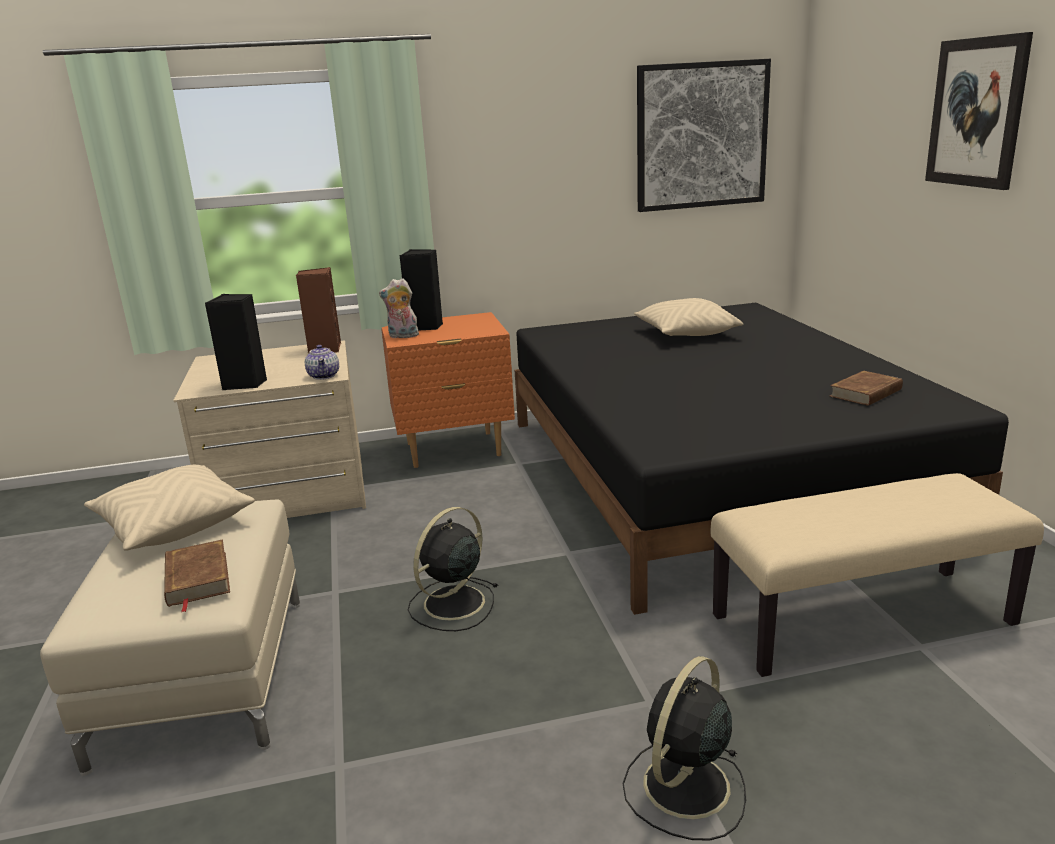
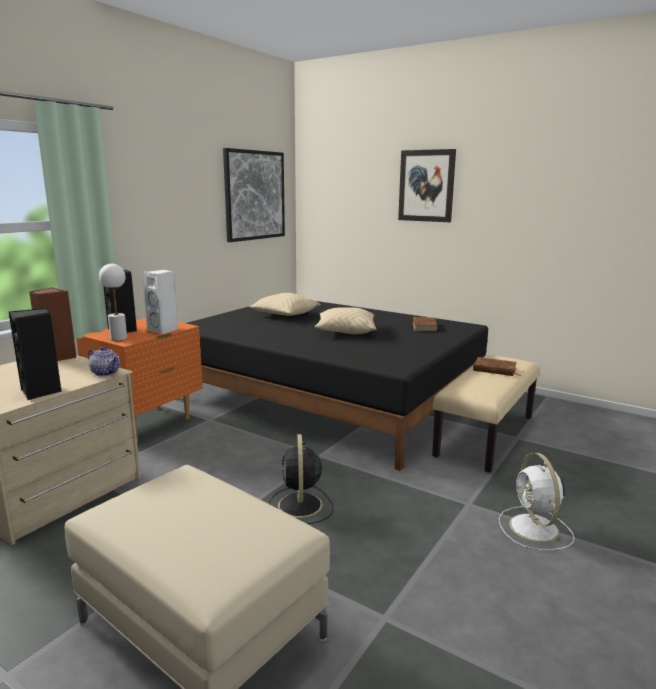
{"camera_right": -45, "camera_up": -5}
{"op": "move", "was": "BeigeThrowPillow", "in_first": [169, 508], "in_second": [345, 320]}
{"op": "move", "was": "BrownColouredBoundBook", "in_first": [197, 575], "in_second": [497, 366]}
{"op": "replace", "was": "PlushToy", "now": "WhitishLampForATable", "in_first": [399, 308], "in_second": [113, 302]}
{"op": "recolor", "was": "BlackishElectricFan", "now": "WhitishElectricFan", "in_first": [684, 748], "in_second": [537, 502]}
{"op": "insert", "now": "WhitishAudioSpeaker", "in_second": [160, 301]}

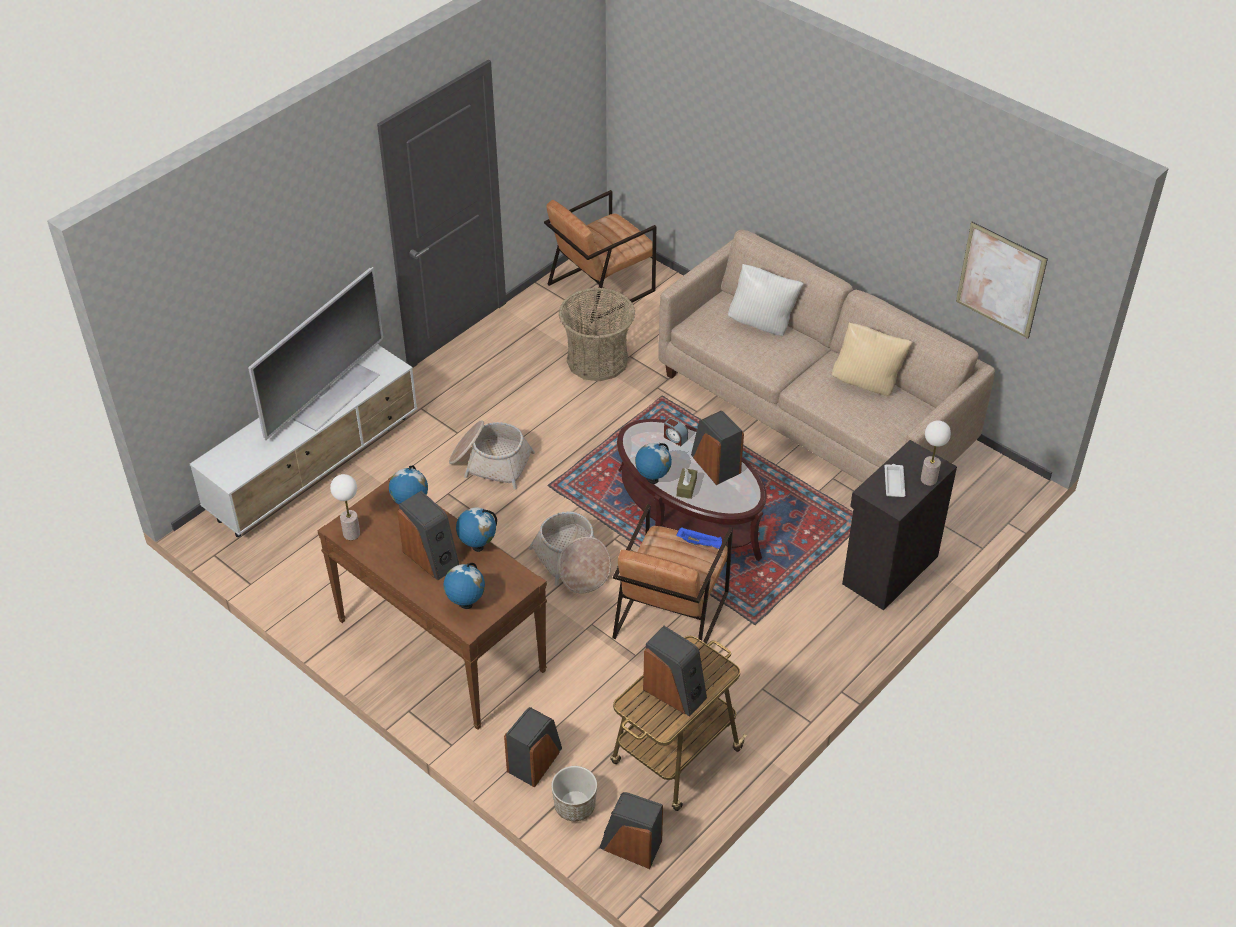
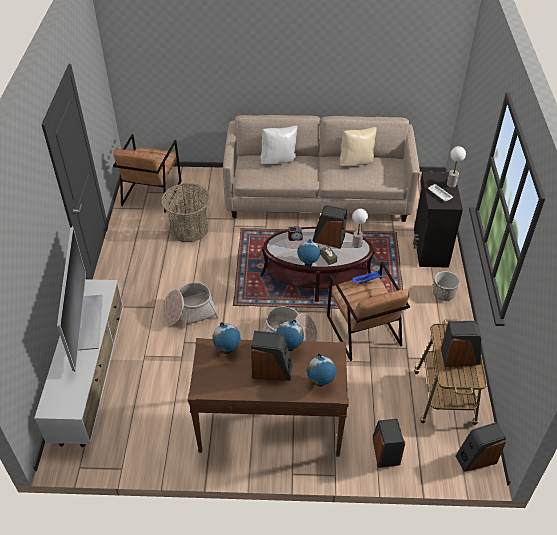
{"camera_right": -40, "camera_up": 0}
{"op": "move", "was": "LampForATable", "in_first": [345, 507], "in_second": [360, 228]}
{"op": "move", "was": "FlowerPot", "in_first": [574, 793], "in_second": [446, 286]}
{"op": "delete", "was": "WallArt", "in_first": [1002, 280]}

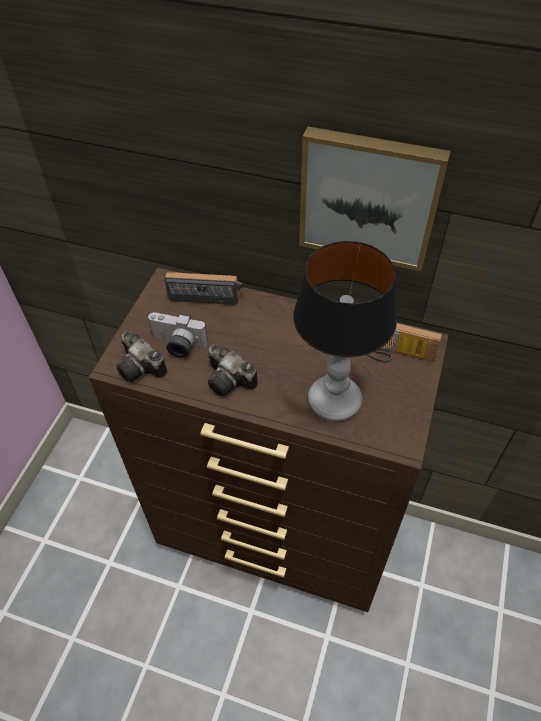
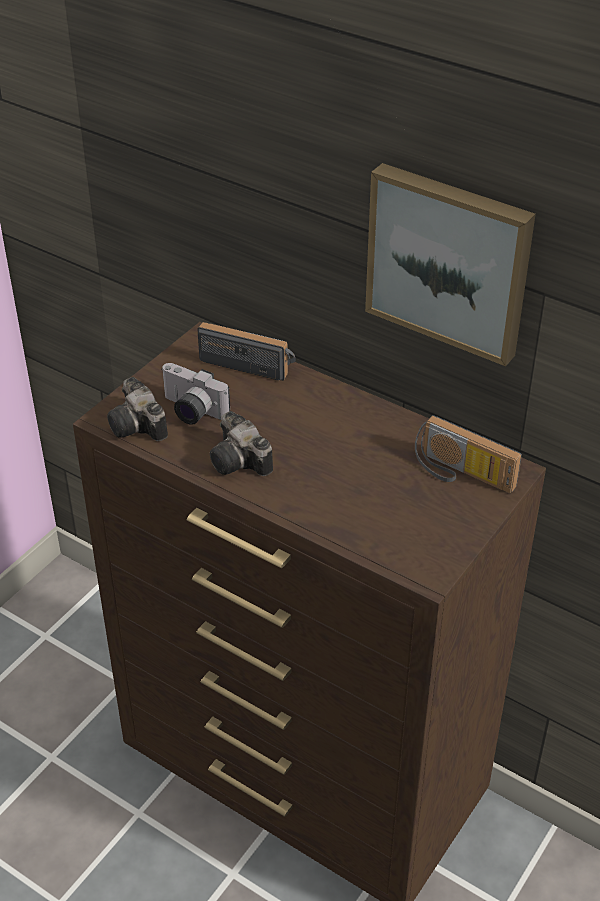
{"camera_right": 15, "camera_up": -10}
{"op": "delete", "was": "LampForATable", "in_first": [345, 331]}

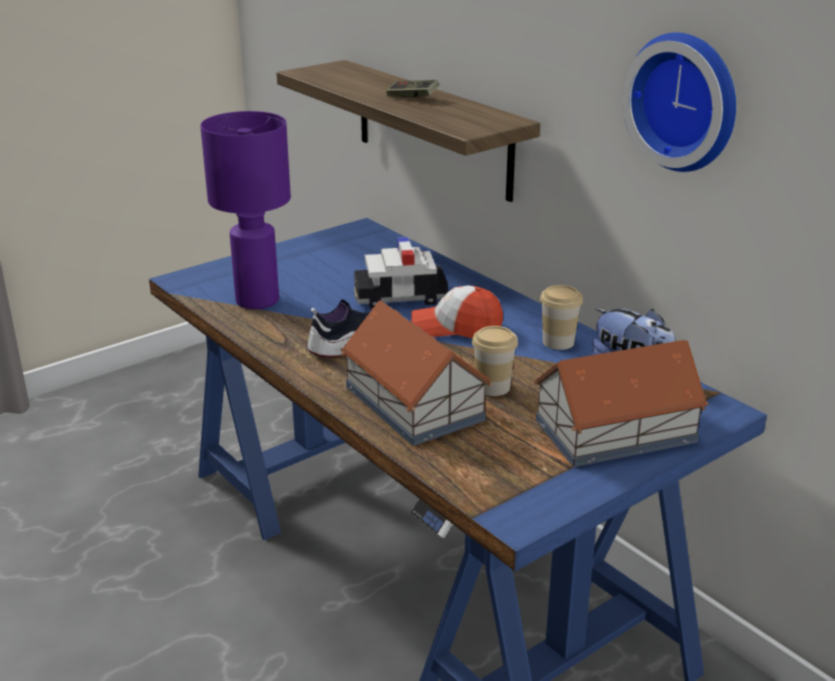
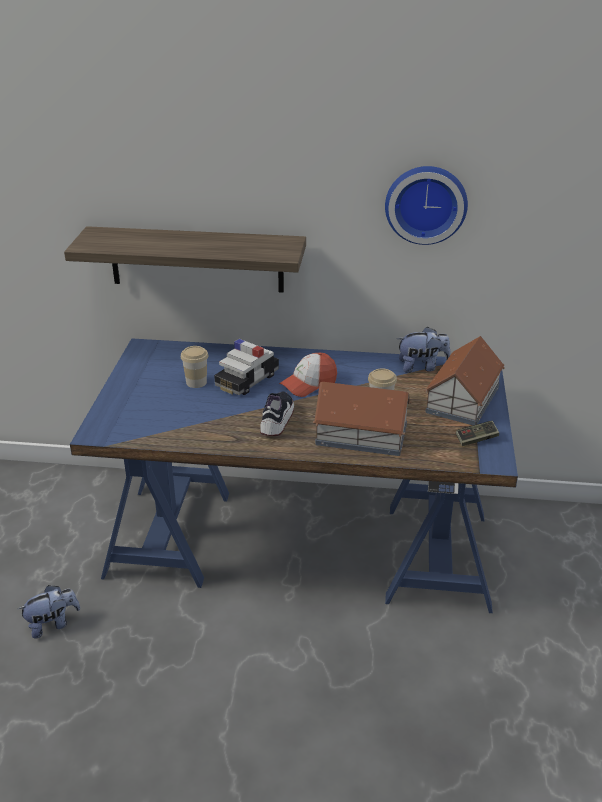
{"camera_right": -45, "camera_up": 5}
{"op": "delete", "was": "PurplishLampForATable", "in_first": [245, 210]}
{"op": "move", "was": "Joypad", "in_first": [412, 88], "in_second": [477, 433]}
{"op": "move", "was": "SmallCup", "in_first": [561, 317], "in_second": [194, 367]}
{"op": "insert", "now": "PlushToy", "in_second": [49, 612]}

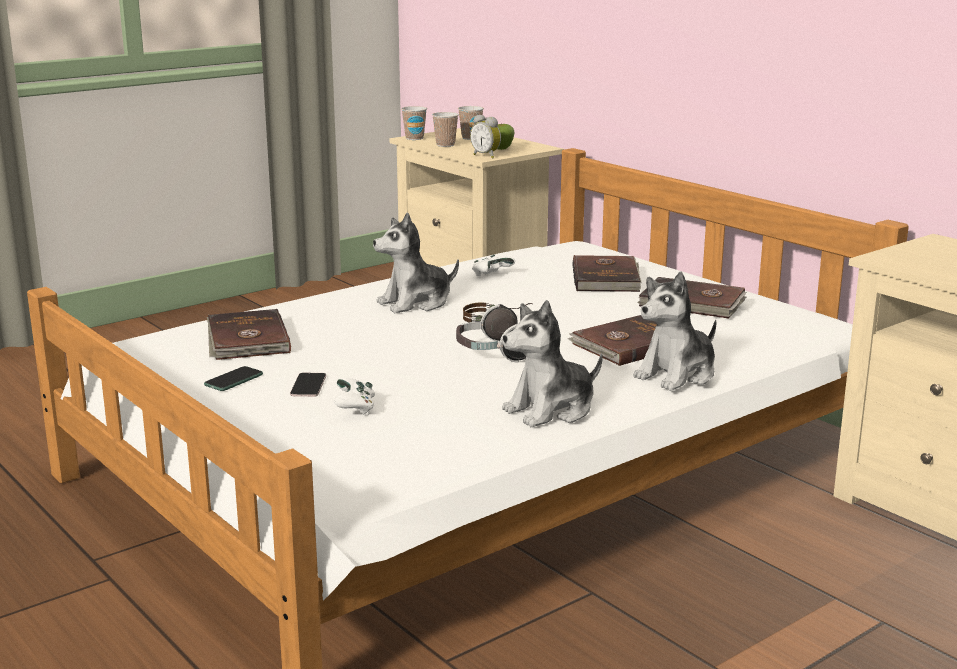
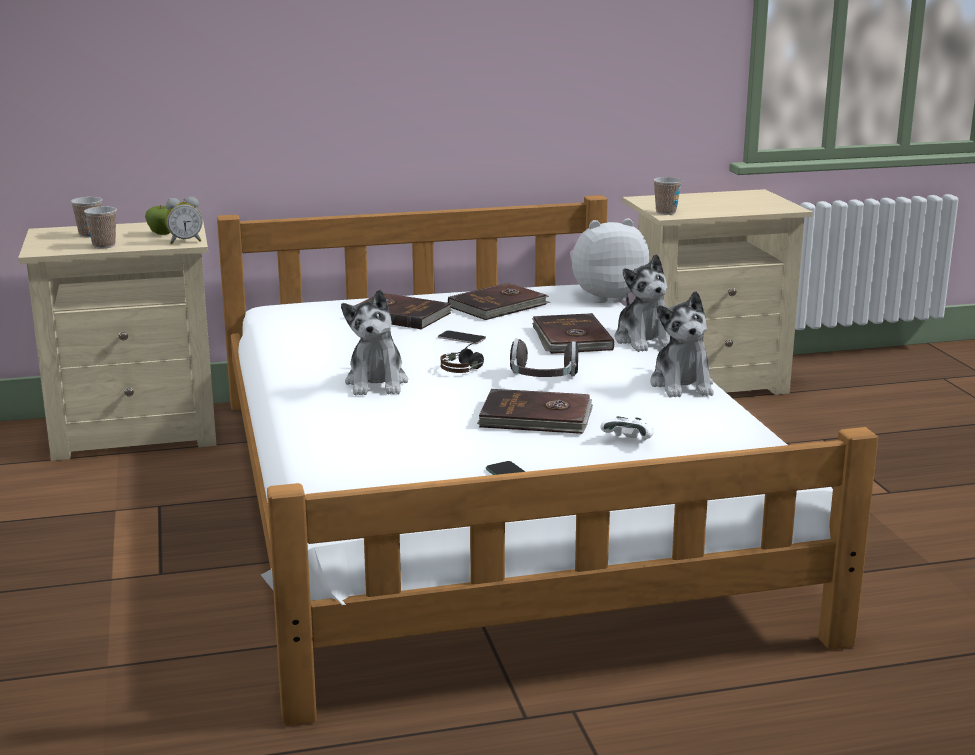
{"camera_right": -65, "camera_up": 0}
{"op": "move", "was": "BrownColouredBoundBook", "in_first": [249, 334], "in_second": [535, 411]}
{"op": "move", "was": "Handset", "in_first": [308, 385], "in_second": [462, 337]}
{"op": "move", "was": "SmallCup", "in_first": [414, 123], "in_second": [667, 196]}
{"op": "delete", "was": "WhitishJoypad", "in_first": [493, 265]}
{"op": "insert", "now": "PlushToy", "in_second": [609, 260]}

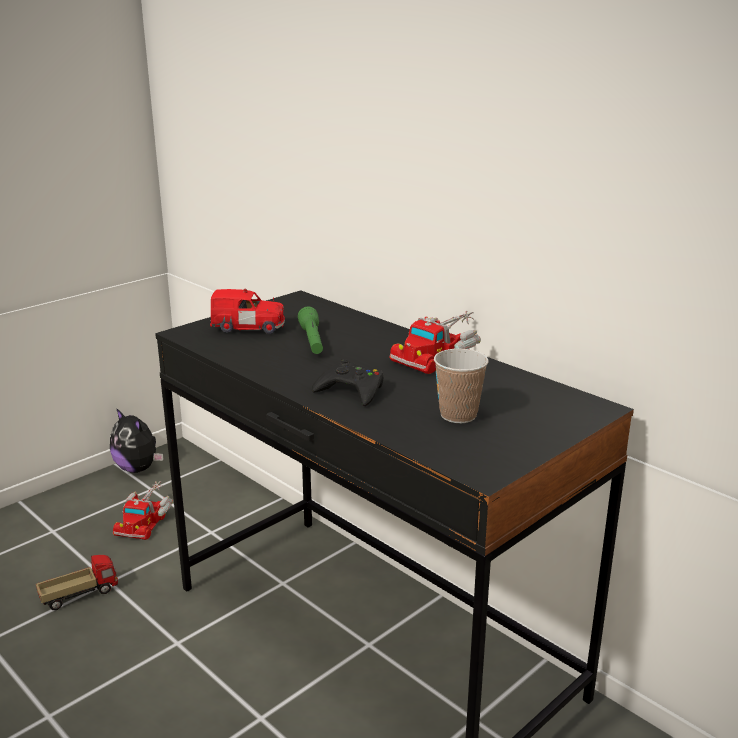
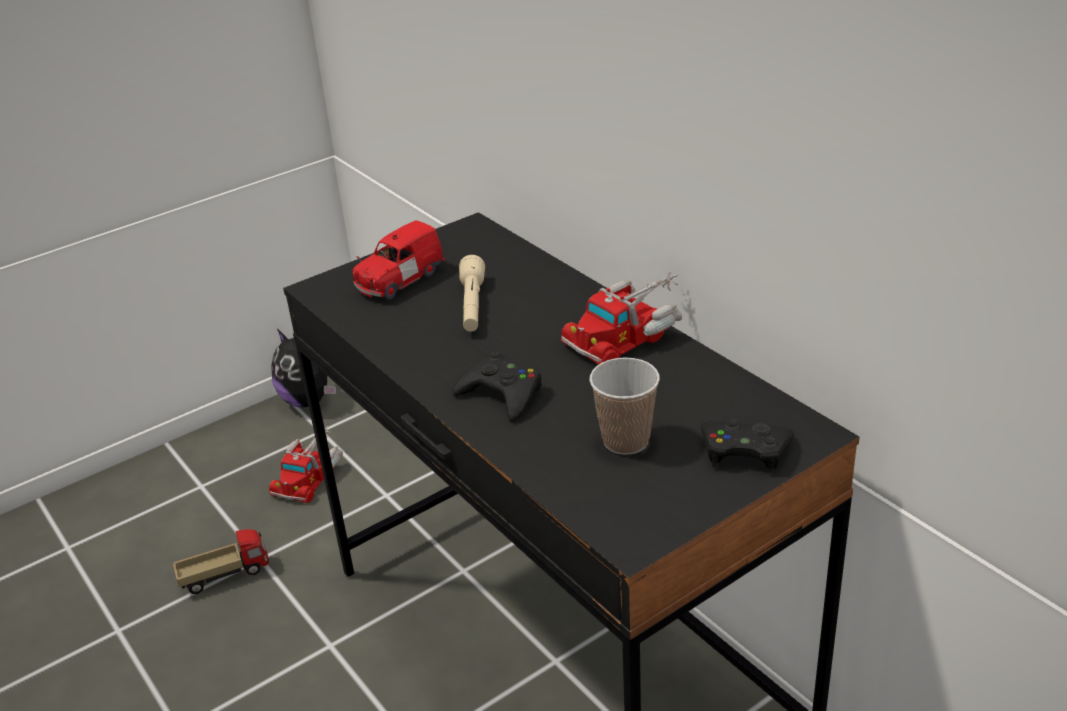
{"camera_right": 10, "camera_up": 10}
{"op": "rotate", "was": "RedToyCar", "in_first": [247, 311], "in_second": [398, 260], "clockwise": 120}
{"op": "recolor", "was": "GreenColouredHandTorch", "now": "BeigeHandTorch", "in_first": [310, 330], "in_second": [472, 293]}
{"op": "insert", "now": "BlackishJoypad", "in_second": [748, 446]}

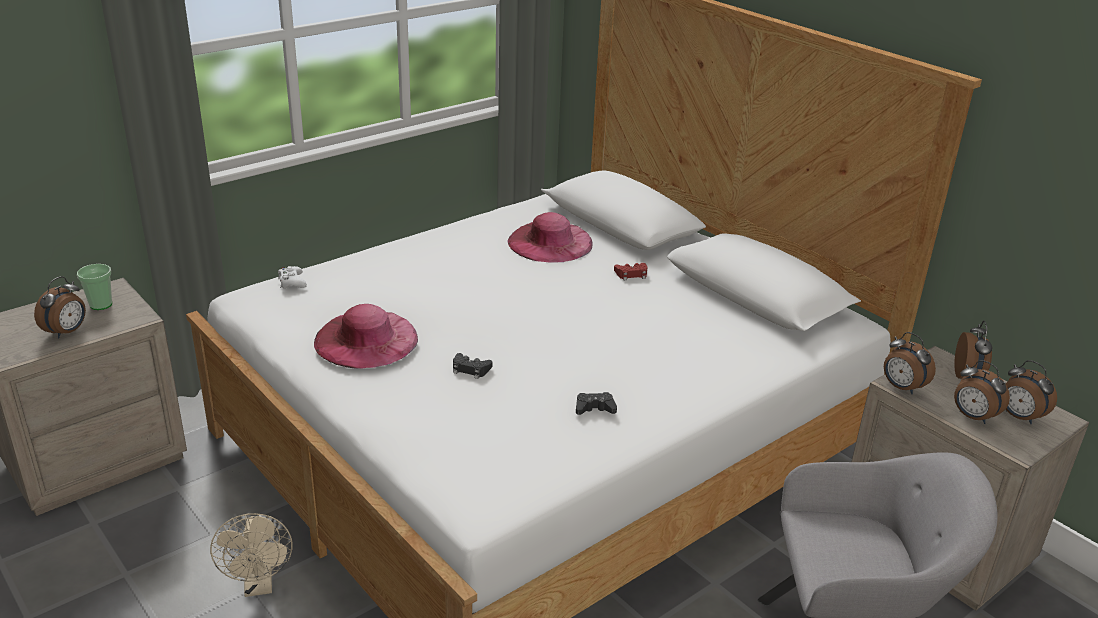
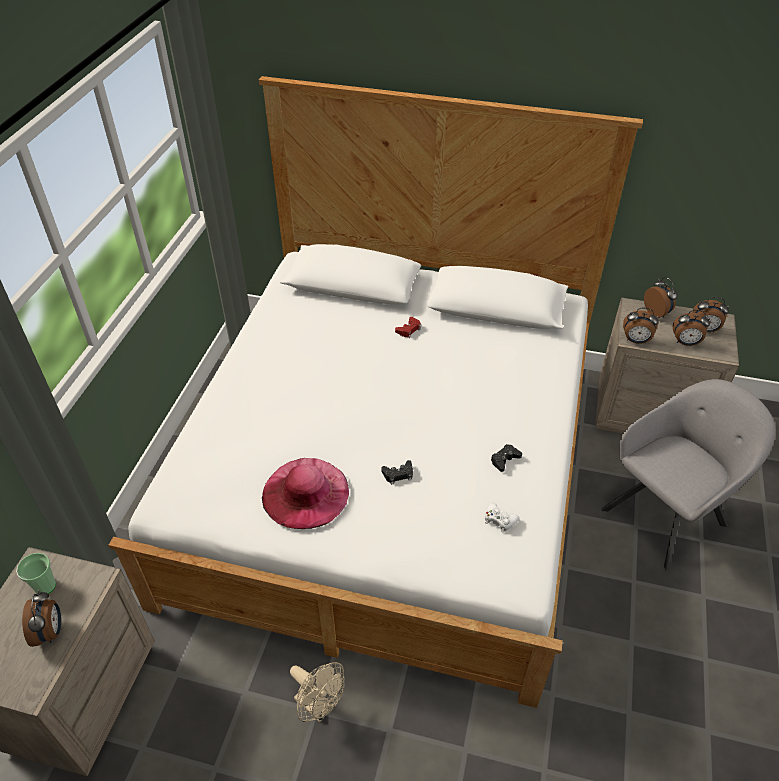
{"camera_right": -35, "camera_up": 15}
{"op": "move", "was": "WhitishJoypad", "in_first": [292, 277], "in_second": [502, 518]}
{"op": "delete", "was": "PinkishHat", "in_first": [550, 237]}

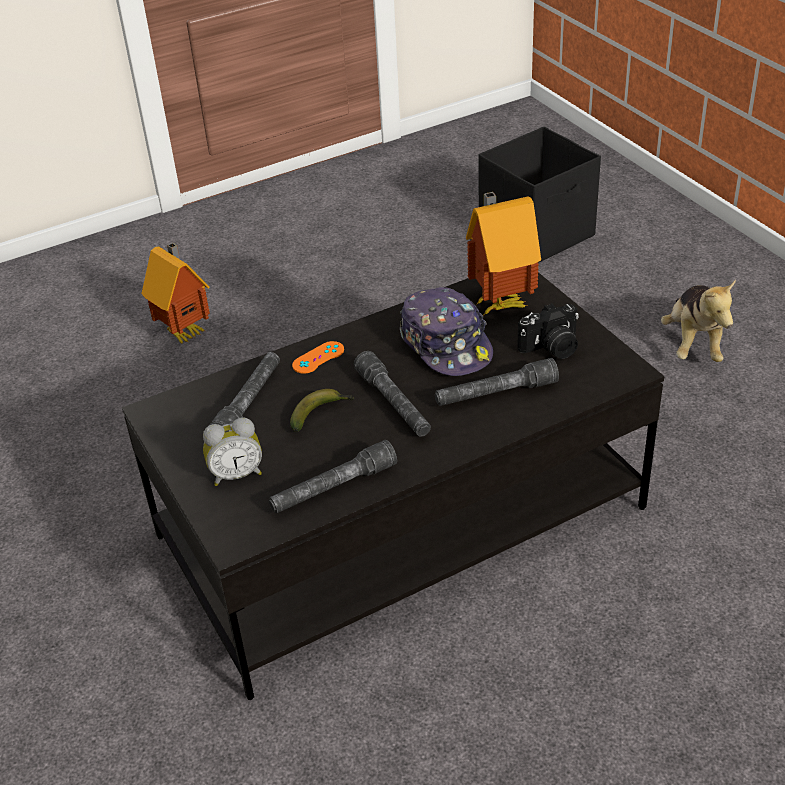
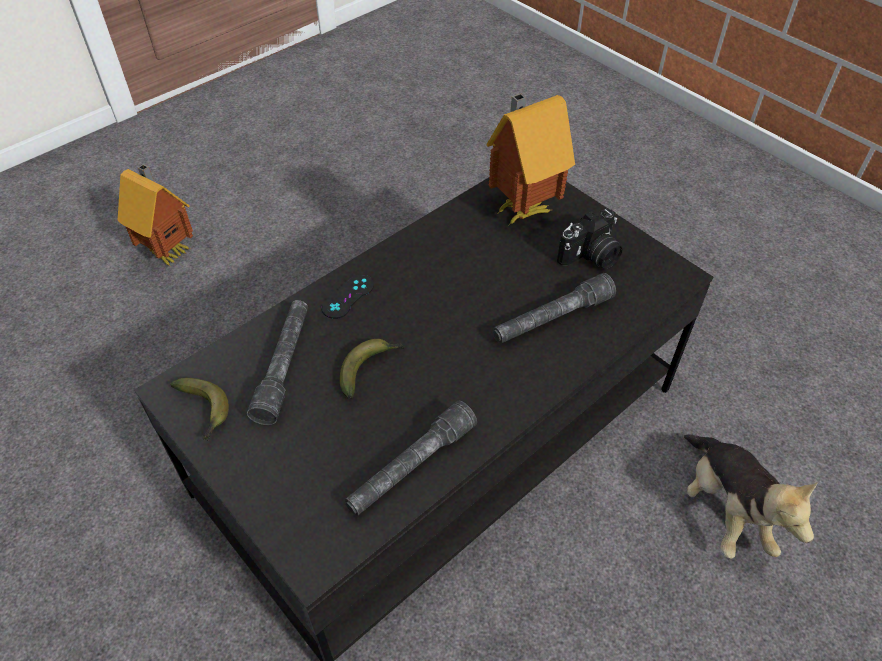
{"camera_right": -15, "camera_up": 10}
{"op": "delete", "was": "AlarmClock", "in_first": [232, 451]}
{"op": "recolor", "was": "OrangeColouredJoypad", "now": "BlackishJoypad", "in_first": [318, 357], "in_second": [347, 296]}
{"op": "delete", "was": "GreyHandTorch", "in_first": [392, 394]}
{"op": "delete", "was": "PeakedCap", "in_first": [446, 331]}
{"op": "delete", "was": "BlackishStorageBox", "in_first": [540, 195]}
{"op": "move", "was": "PlushToy", "in_first": [698, 321], "in_second": [751, 496]}
{"op": "insert", "now": "Banana", "in_second": [199, 409]}

